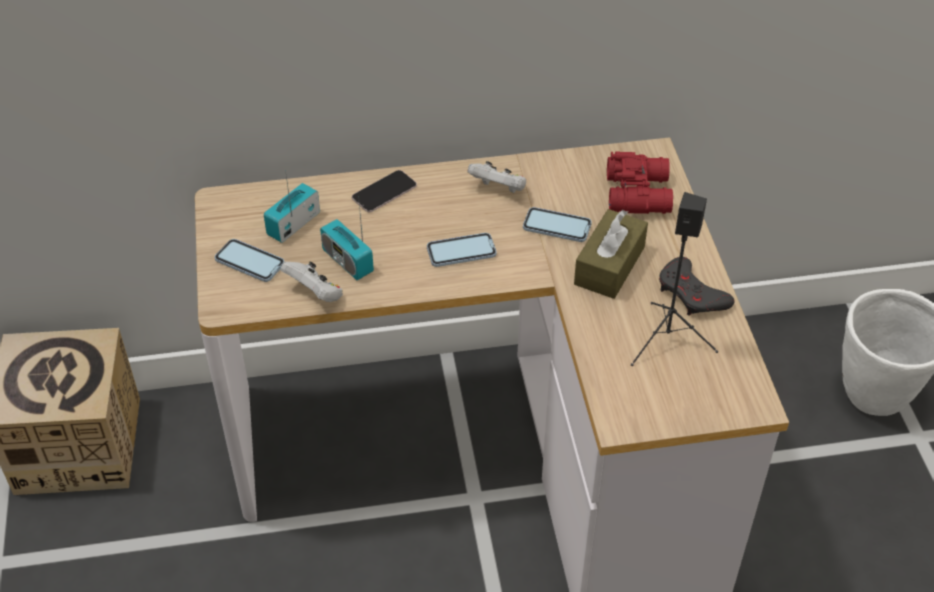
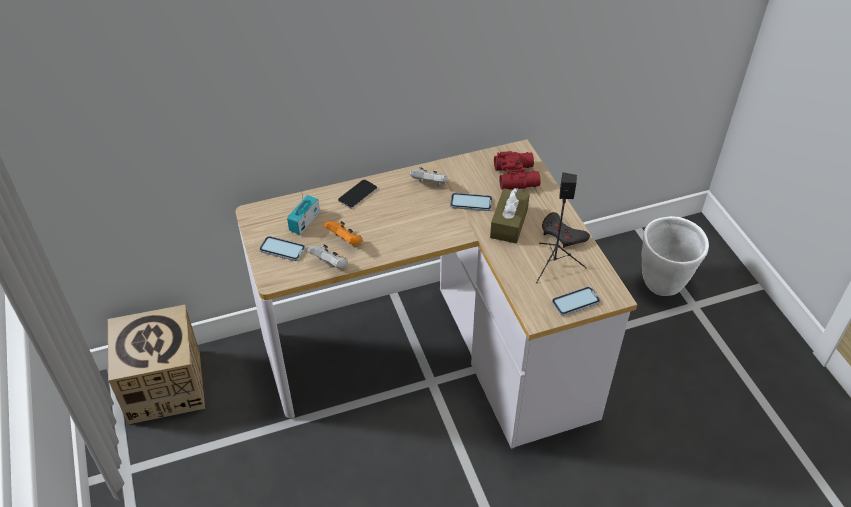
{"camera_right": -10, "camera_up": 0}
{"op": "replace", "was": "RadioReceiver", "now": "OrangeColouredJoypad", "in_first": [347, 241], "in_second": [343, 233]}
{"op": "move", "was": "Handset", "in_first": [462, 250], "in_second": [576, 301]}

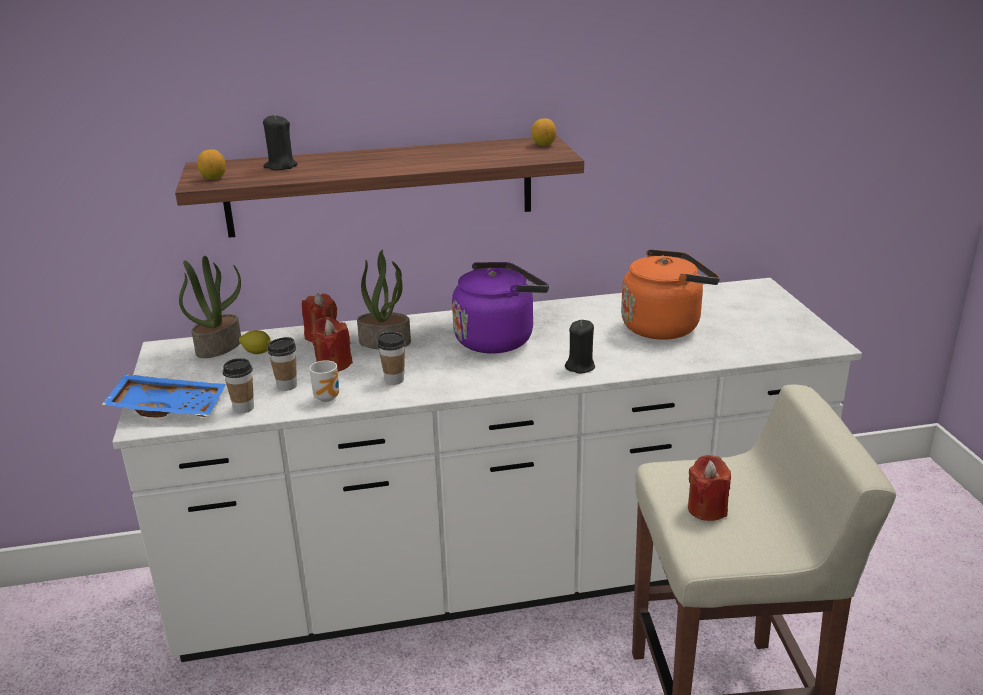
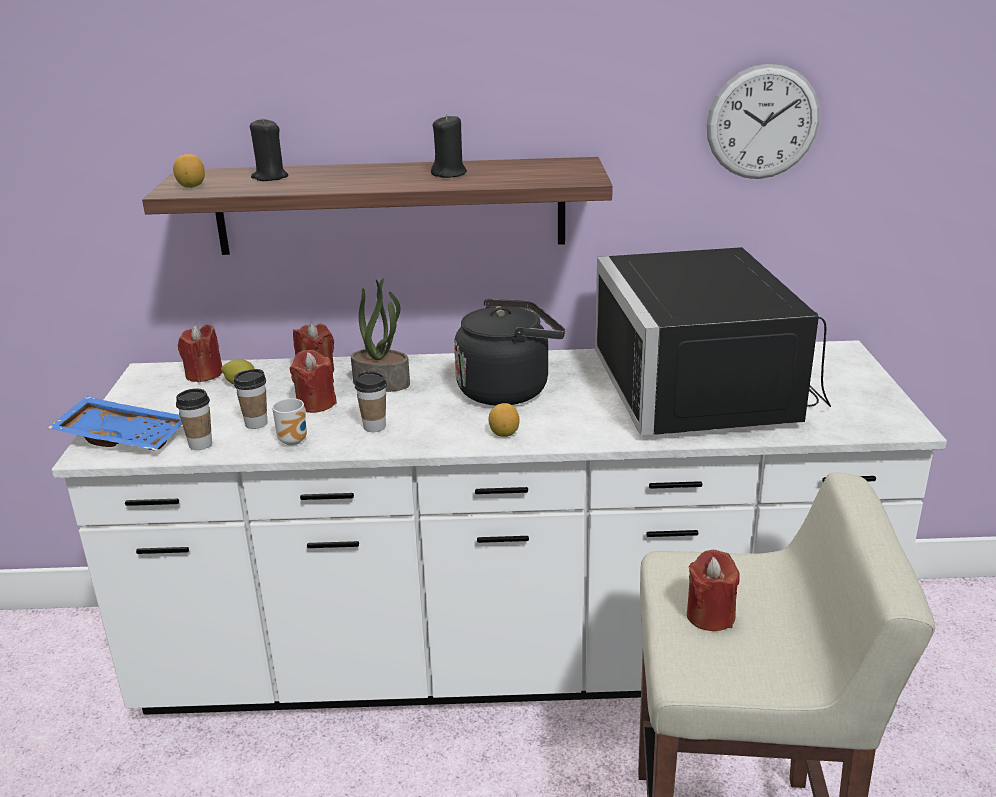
{"camera_right": 10, "camera_up": 0}
{"op": "replace", "was": "PottedPlant", "now": "RedCandle", "in_first": [210, 307], "in_second": [200, 353]}
{"op": "recolor", "was": "PurplishTeaKettle", "now": "BlackishTeaKettle", "in_first": [500, 307], "in_second": [509, 352]}
{"op": "move", "was": "CitrusFruit", "in_first": [544, 132], "in_second": [504, 420]}
{"op": "move", "was": "BlackishCandle", "in_first": [580, 347], "in_second": [449, 146]}
{"op": "replace", "was": "OrangeColouredTeaKettle", "now": "BlackishMicrowaveOven", "in_first": [670, 294], "in_second": [713, 341]}
{"op": "insert", "now": "HangingClock", "in_second": [763, 121]}

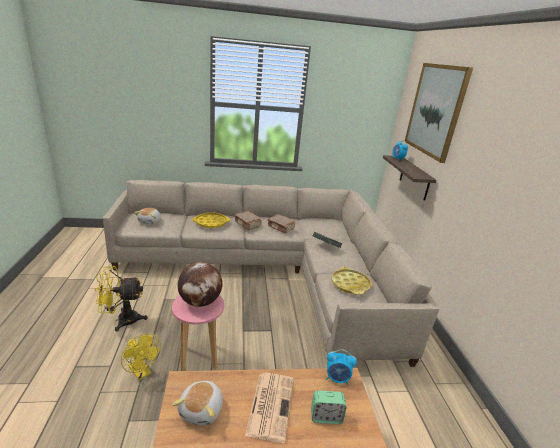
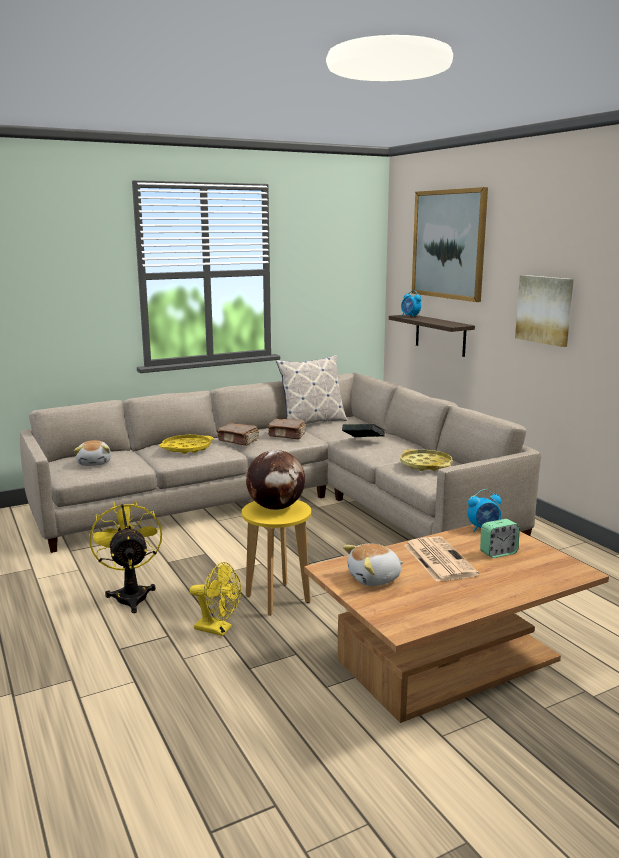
{"camera_right": -20, "camera_up": -10}
{"op": "rotate", "was": "YellowColouredElectricFan", "in_first": [121, 298], "in_second": [125, 557], "clockwise": 105}
{"op": "recolor", "was": "PinkishStoolSeat", "now": "YellowColouredStoolSeat", "in_first": [198, 333], "in_second": [276, 558]}
{"op": "rotate", "was": "PlushToy", "in_first": [197, 403], "in_second": [373, 565], "clockwise": 75}
{"op": "insert", "now": "ThrowPillow", "in_second": [311, 389]}
{"op": "insert", "now": "WallArt", "in_second": [544, 311]}

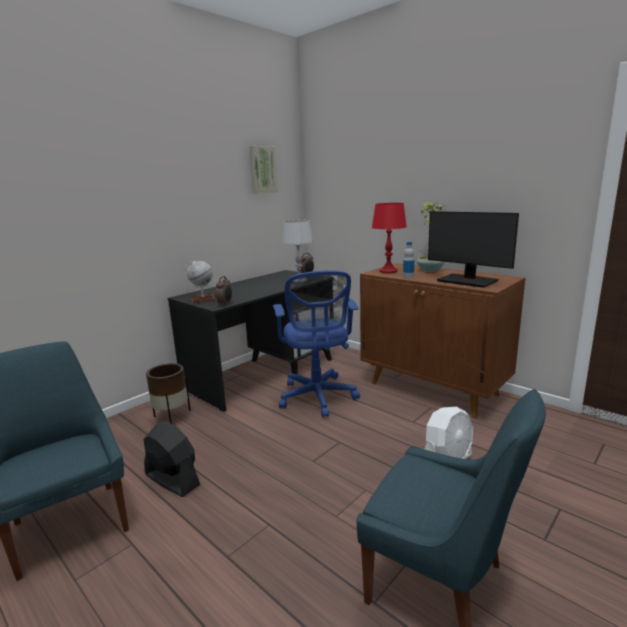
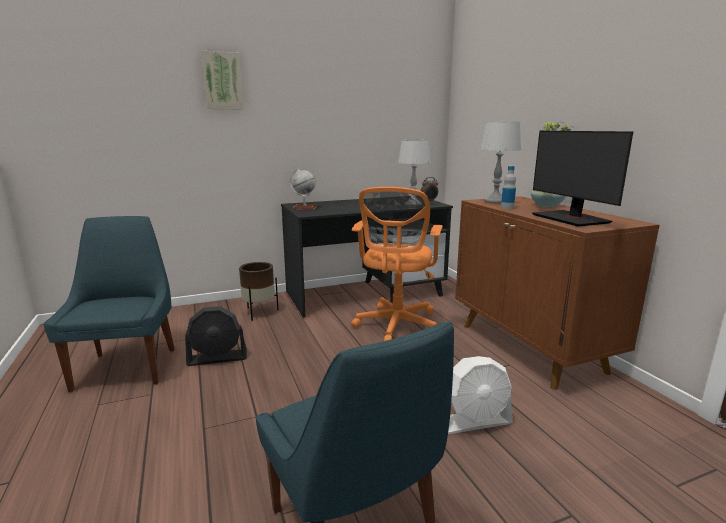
{"camera_right": 25, "camera_up": 0}
{"op": "rotate", "was": "BlackishElectricFan", "in_first": [172, 459], "in_second": [216, 336], "clockwise": 105}
{"op": "delete", "was": "AlarmClock", "in_first": [224, 291]}
{"op": "move", "was": "WallArt", "in_first": [263, 170], "in_second": [222, 80]}
{"op": "recolor", "was": "BlueColouredComputerChair", "now": "OrangeColouredComputerChair", "in_first": [316, 343], "in_second": [397, 264]}
{"op": "recolor", "was": "RedLampForATable", "now": "GreyLampForATable", "in_first": [389, 238], "in_second": [500, 163]}

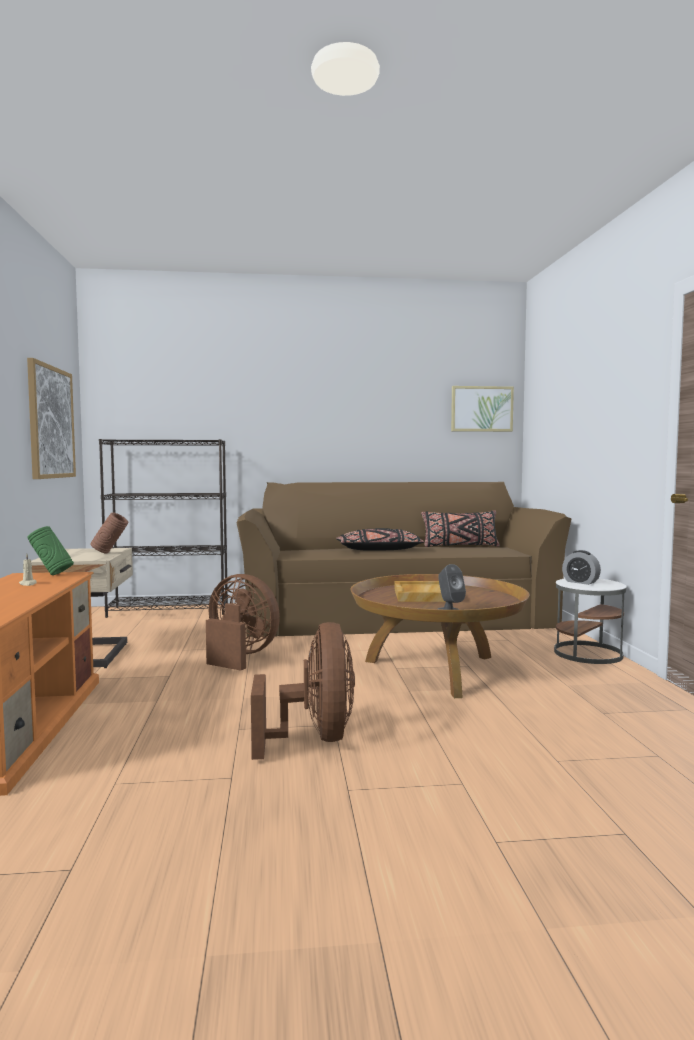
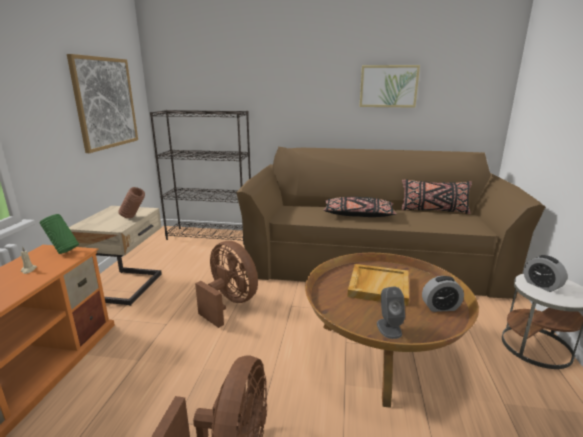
{"camera_right": 15, "camera_up": 15}
{"op": "move", "was": "WallArt", "in_first": [482, 409], "in_second": [389, 86]}
{"op": "insert", "now": "AlarmClock", "in_second": [443, 294]}

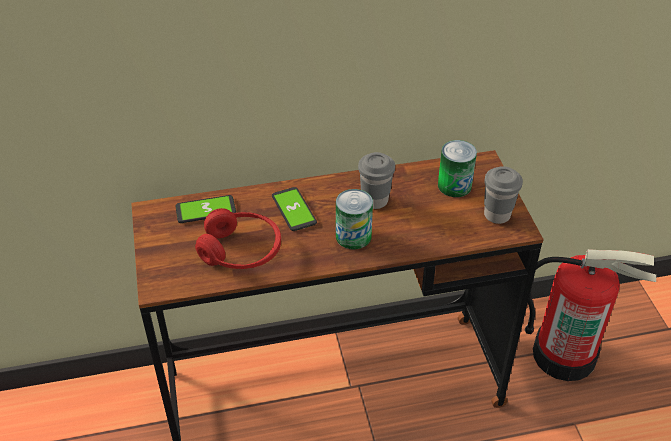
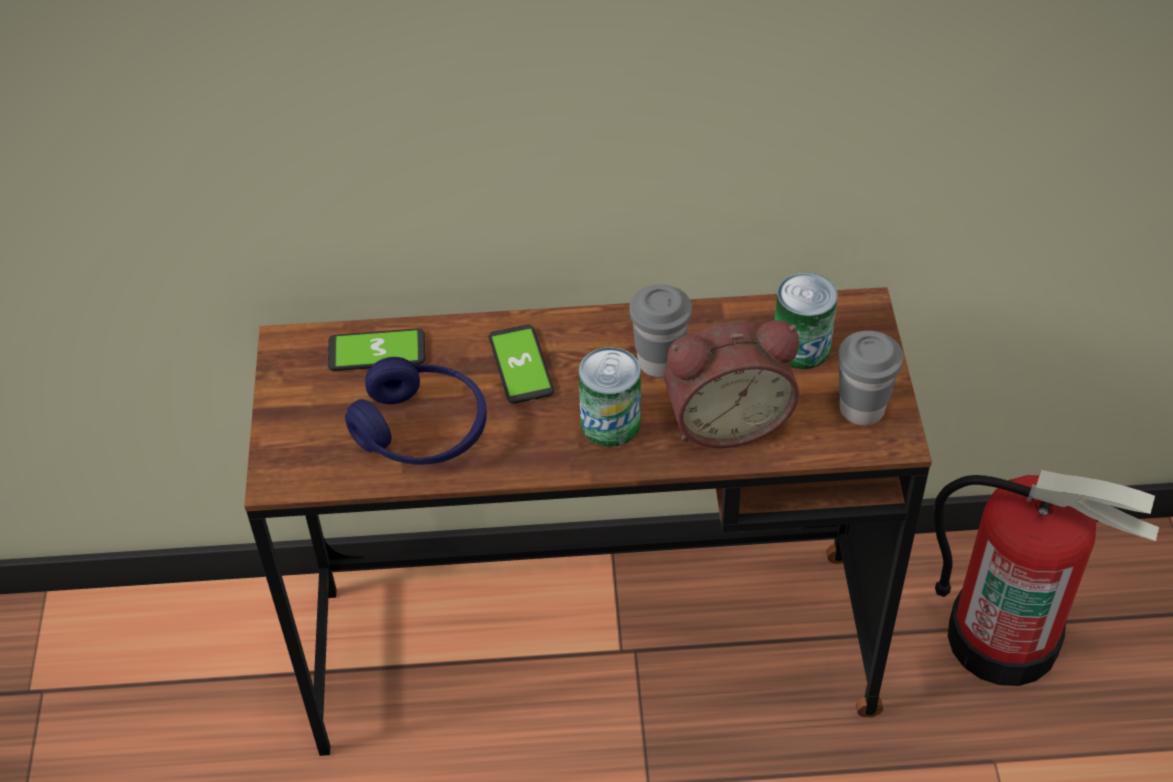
{"camera_right": 10, "camera_up": 5}
{"op": "recolor", "was": "RedPairOfHeadphones", "now": "BlueColouredPairOfHeadphones", "in_first": [238, 238], "in_second": [416, 411]}
{"op": "insert", "now": "AlarmClock", "in_second": [731, 384]}

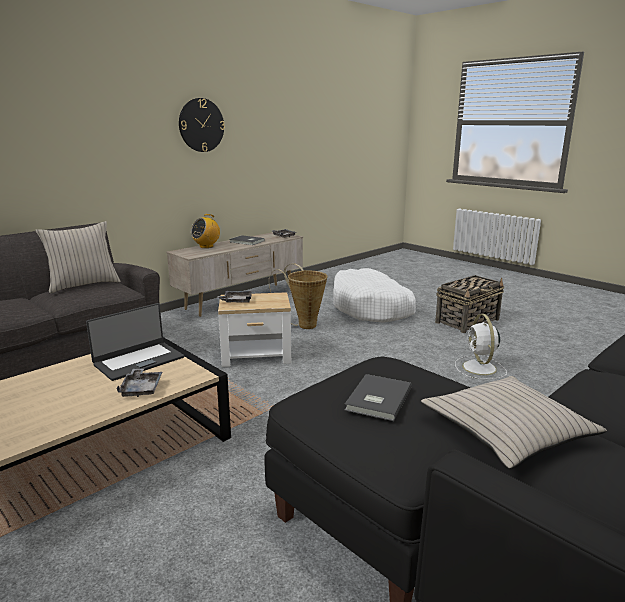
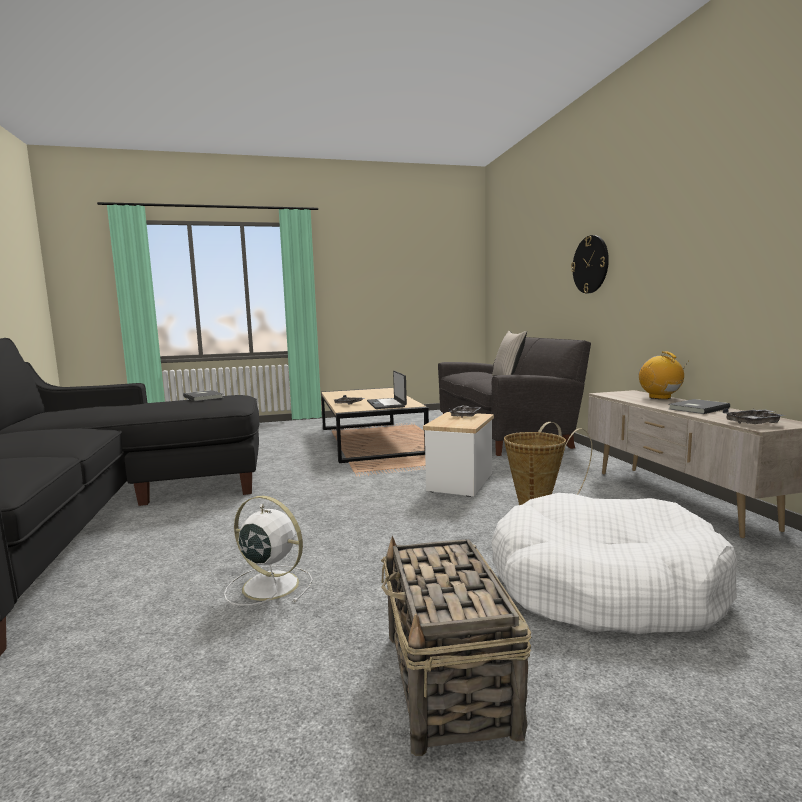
{"camera_right": 120, "camera_up": -10}
{"op": "move", "was": "HangingClock", "in_first": [202, 125], "in_second": [590, 264]}
{"op": "delete", "was": "BeigeThrowPillow", "in_first": [514, 422]}

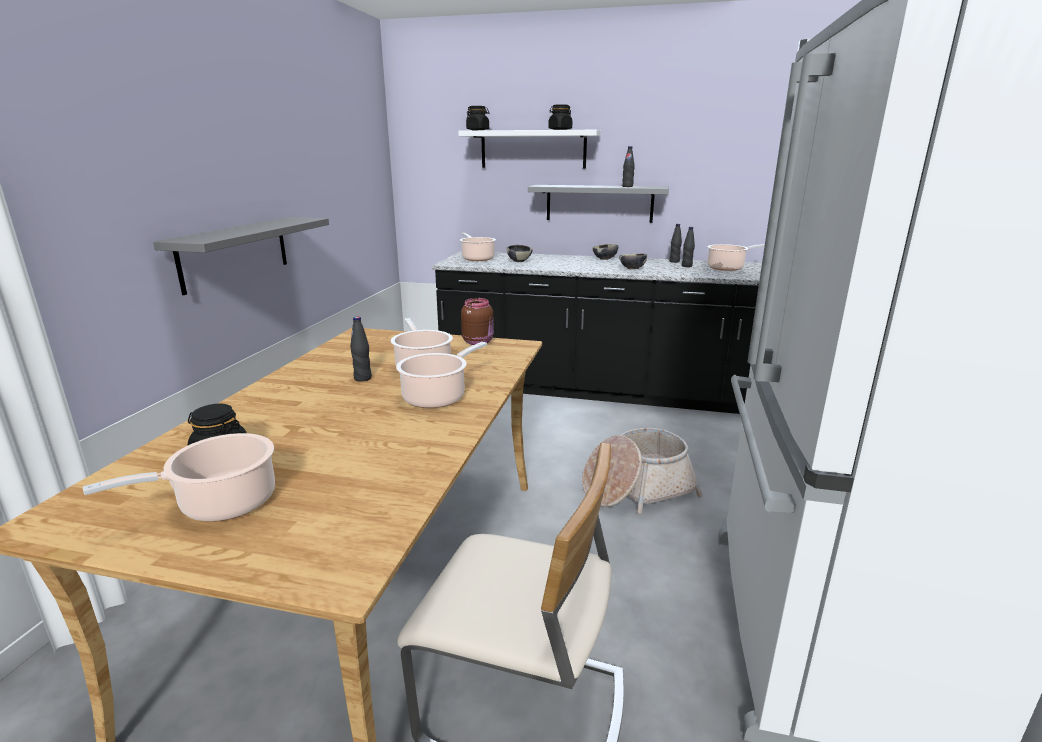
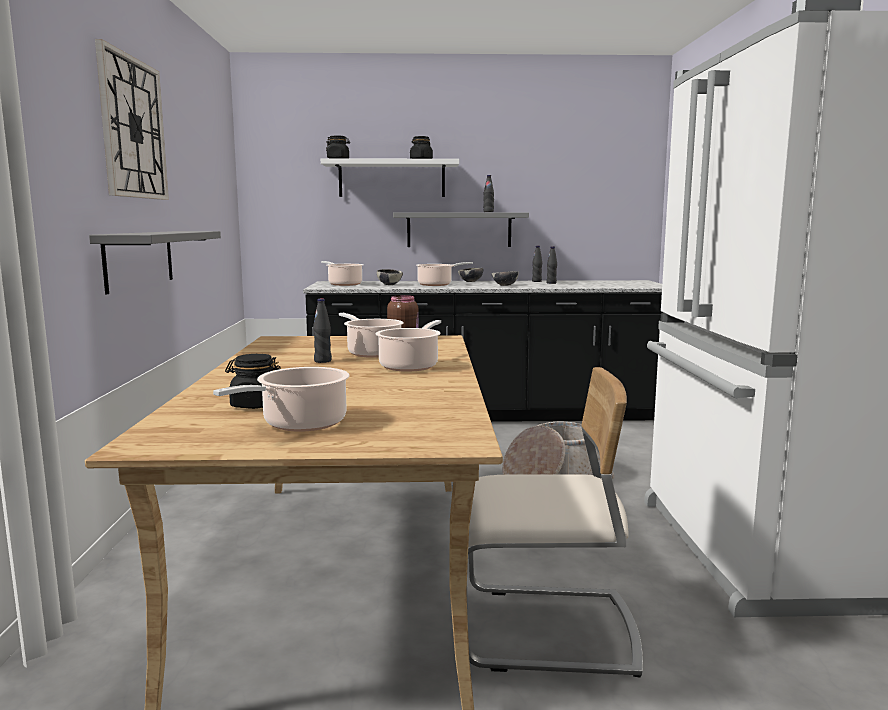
{"camera_right": -15, "camera_up": -10}
{"op": "move", "was": "CookingPot", "in_first": [736, 257], "in_second": [444, 274]}
{"op": "insert", "now": "HangingClock", "in_second": [132, 119]}

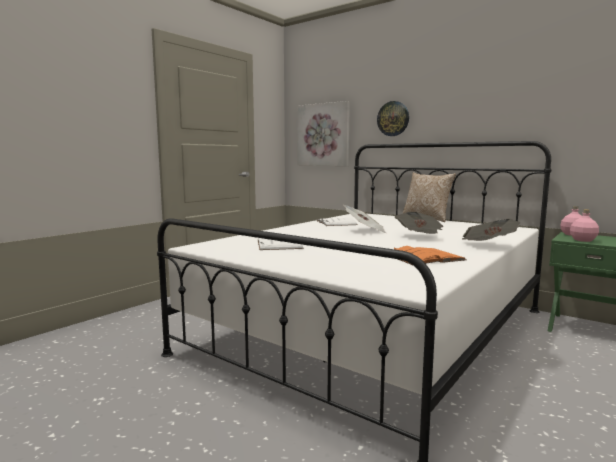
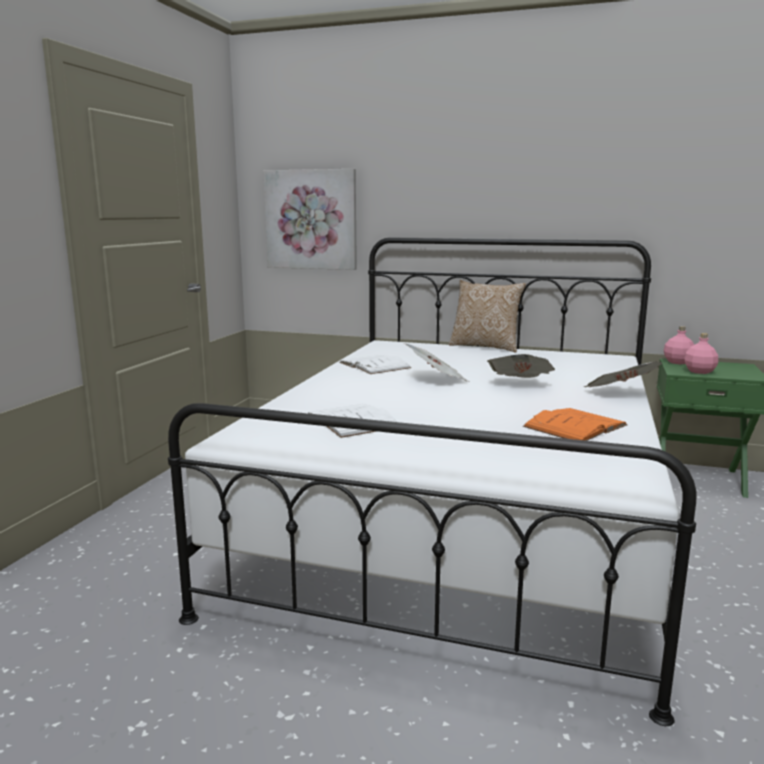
{"camera_right": -20, "camera_up": 5}
{"op": "delete", "was": "HangingClock", "in_first": [393, 118]}

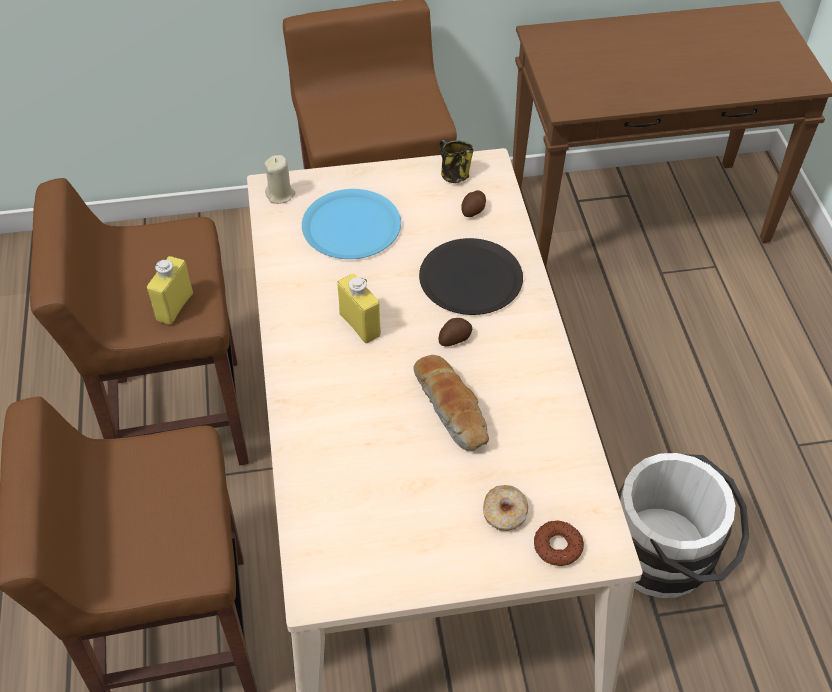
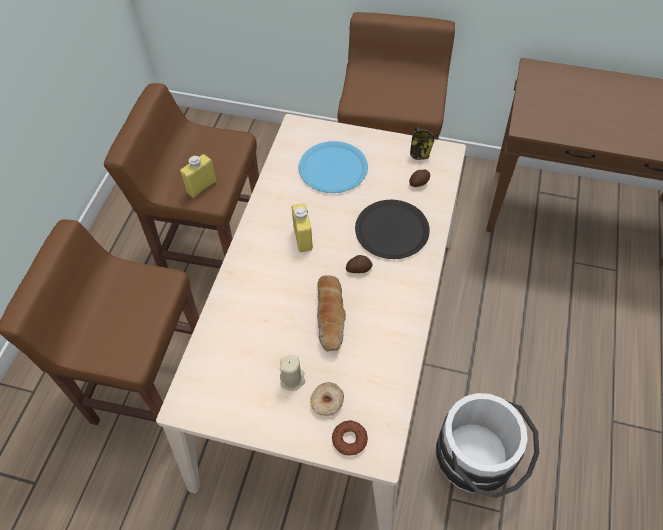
{"camera_right": 25, "camera_up": 5}
{"op": "move", "was": "BeigeCandle", "in_first": [279, 179], "in_second": [292, 373]}

